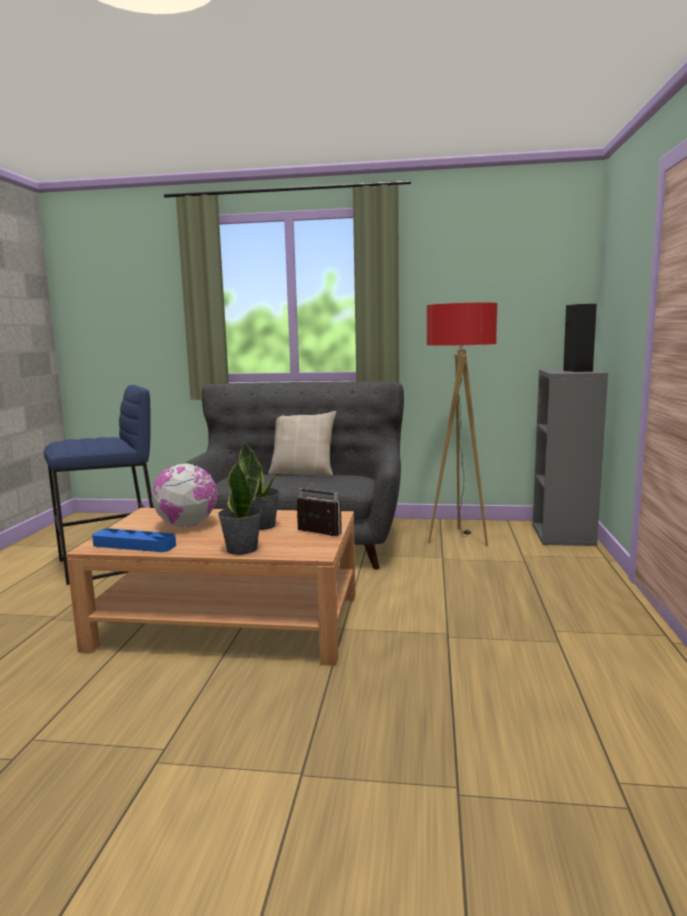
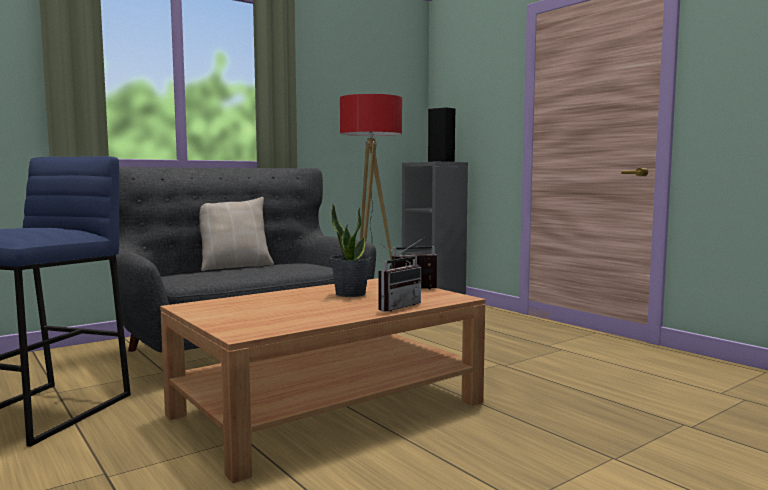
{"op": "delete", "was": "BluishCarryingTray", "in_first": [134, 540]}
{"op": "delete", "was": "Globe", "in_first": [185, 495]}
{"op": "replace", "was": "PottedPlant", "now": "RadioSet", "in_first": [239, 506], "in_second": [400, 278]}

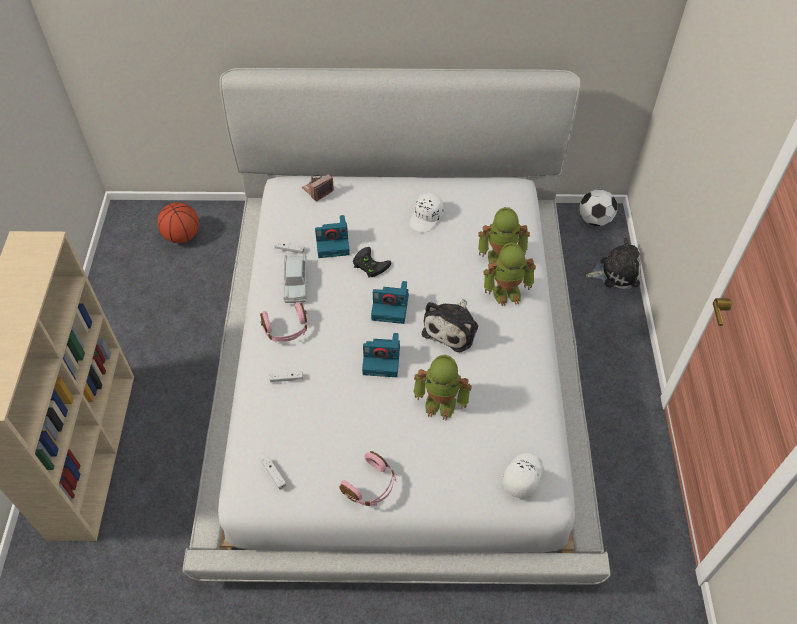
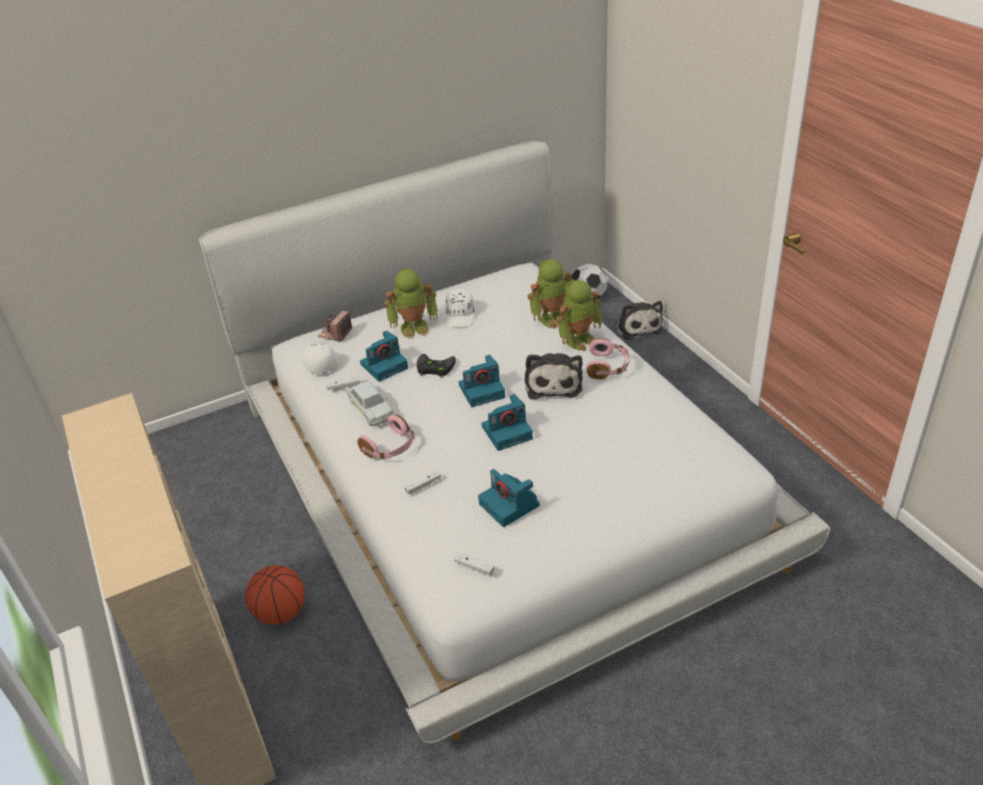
{"op": "move", "was": "BallForBasketball", "in_first": [178, 223], "in_second": [275, 595]}
{"op": "move", "was": "PinkColouredHeadphones", "in_first": [367, 478], "in_second": [608, 358]}
{"op": "move", "was": "ModelRobot", "in_first": [442, 387], "in_second": [411, 304]}
{"op": "move", "was": "WhiteCap", "in_first": [522, 476], "in_second": [321, 358]}
{"op": "rotate", "was": "CuddlyToy", "in_first": [613, 264], "in_second": [639, 320], "clockwise": 105}
{"op": "insert", "now": "PhotoCamera", "in_second": [509, 498]}

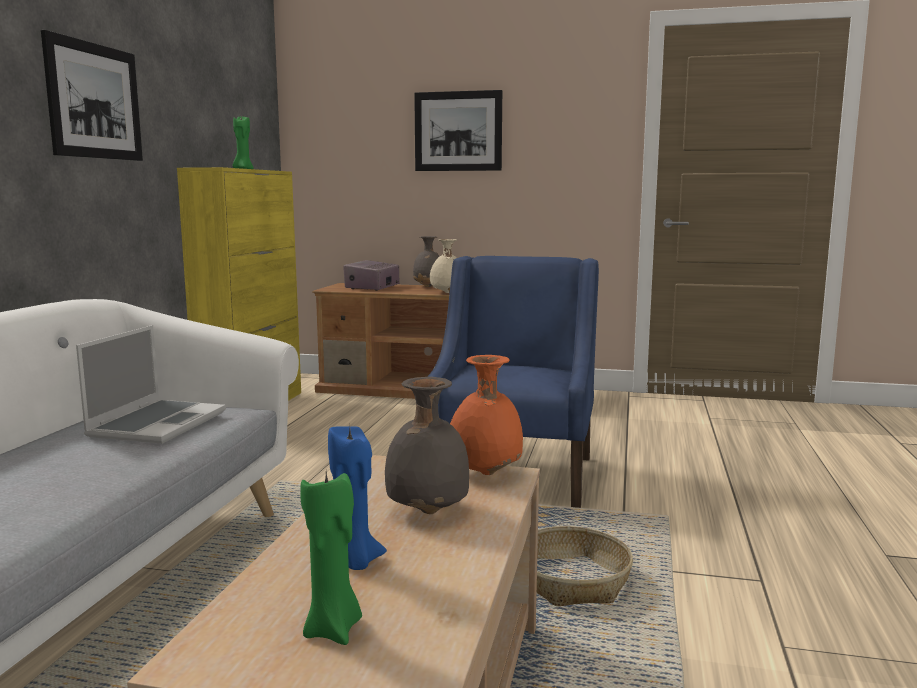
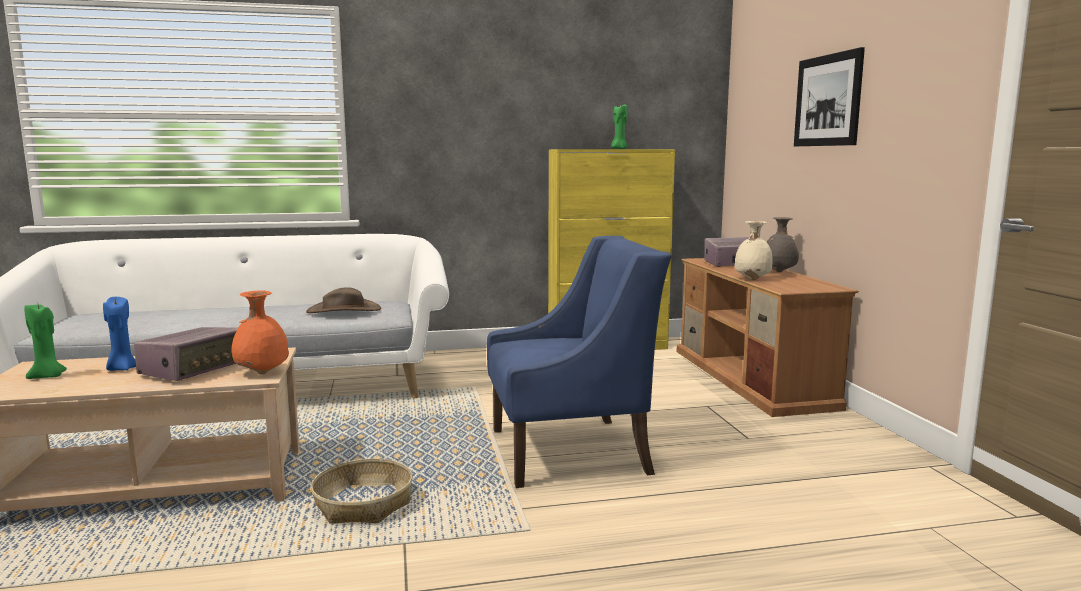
{"op": "delete", "was": "WallPicture", "in_first": [92, 95]}
{"op": "replace", "was": "PortableComputer", "now": "BrownishHat", "in_first": [151, 384], "in_second": [343, 300]}
{"op": "replace", "was": "GrayFlowerVase", "now": "RadioSet", "in_first": [427, 445], "in_second": [186, 354]}

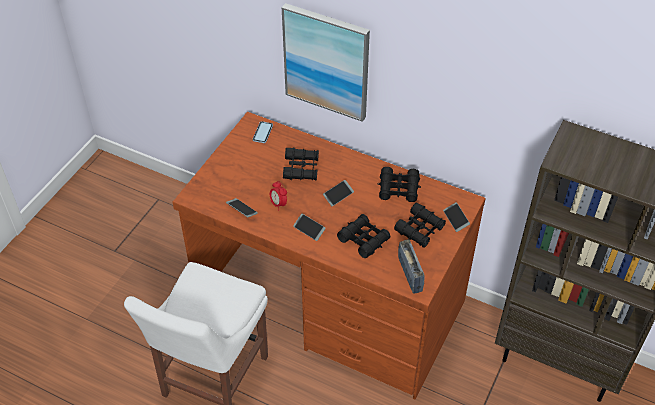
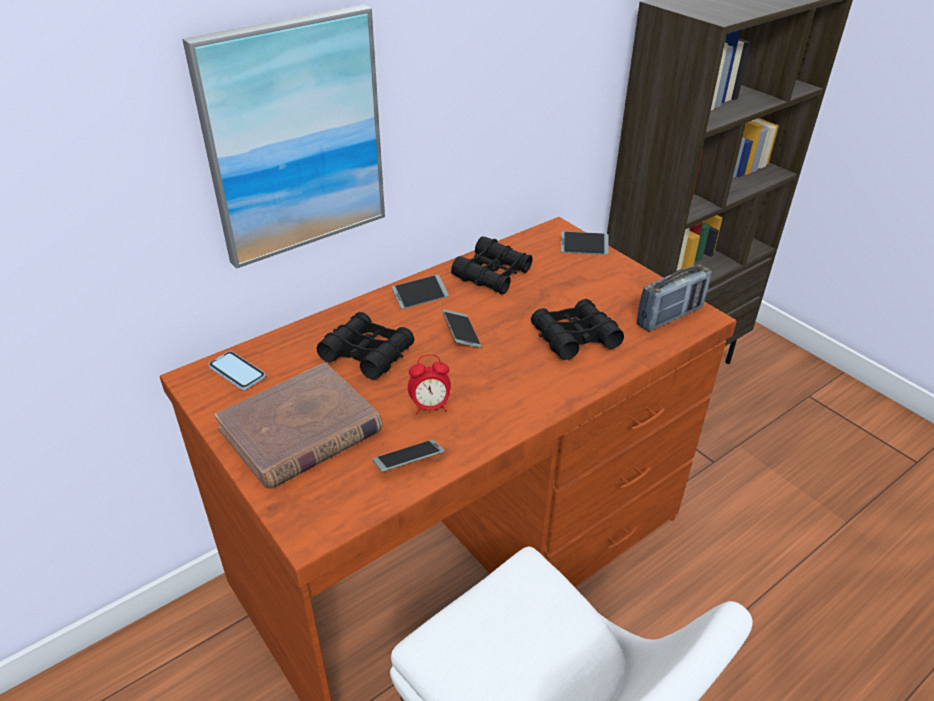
{"op": "move", "was": "Phone", "in_first": [309, 227], "in_second": [420, 292]}
{"op": "delete", "was": "BlackPairOfBinoculars", "in_first": [420, 225]}
{"op": "rotate", "was": "RadioSet", "in_first": [411, 266], "in_second": [674, 297], "clockwise": 135}
{"op": "insert", "now": "BrownishVolume", "in_second": [299, 426]}

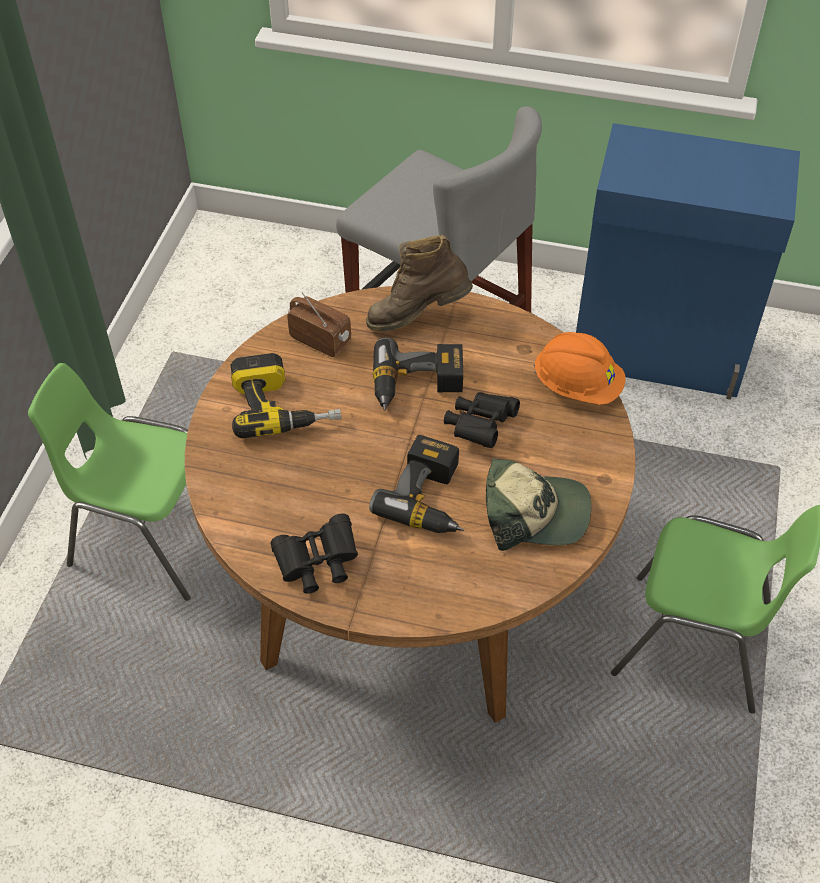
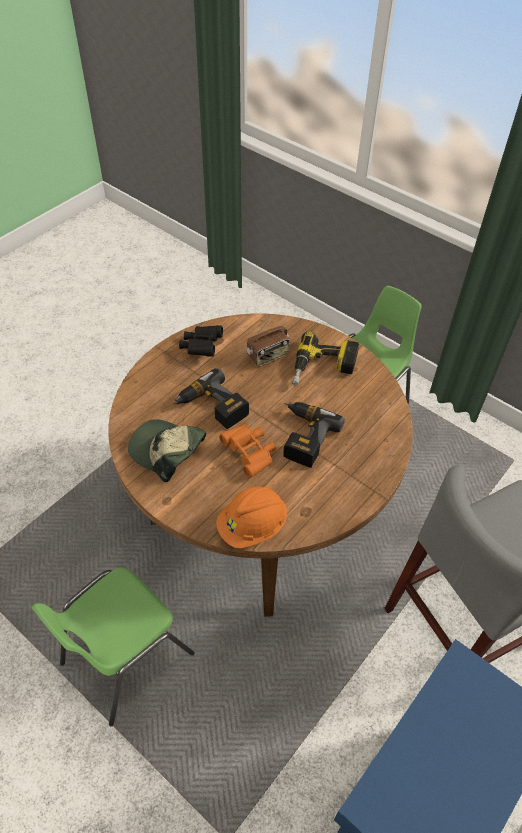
{"op": "move", "was": "RadioSet", "in_first": [319, 324], "in_second": [268, 341]}
{"op": "delete", "was": "BrownishTallBoot", "in_first": [419, 283]}
{"op": "recolor", "was": "BlackPairOfBinoculars", "now": "OrangeyPairOfBinoculars", "in_first": [482, 420], "in_second": [247, 451]}
{"op": "rotate", "was": "Cap", "in_first": [538, 505], "in_second": [167, 450], "clockwise": 90}

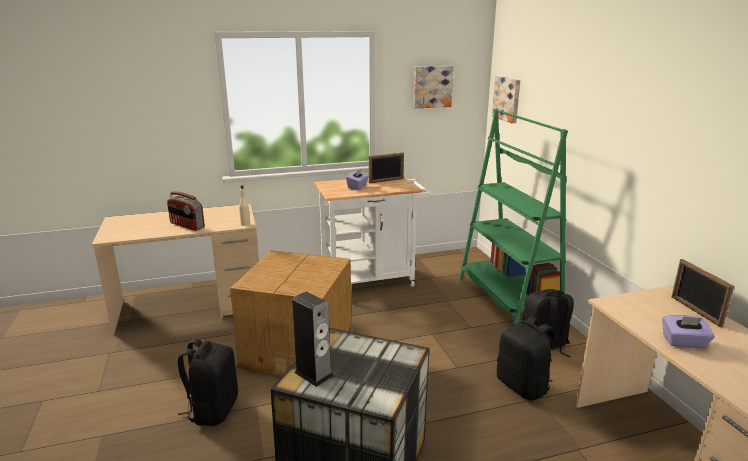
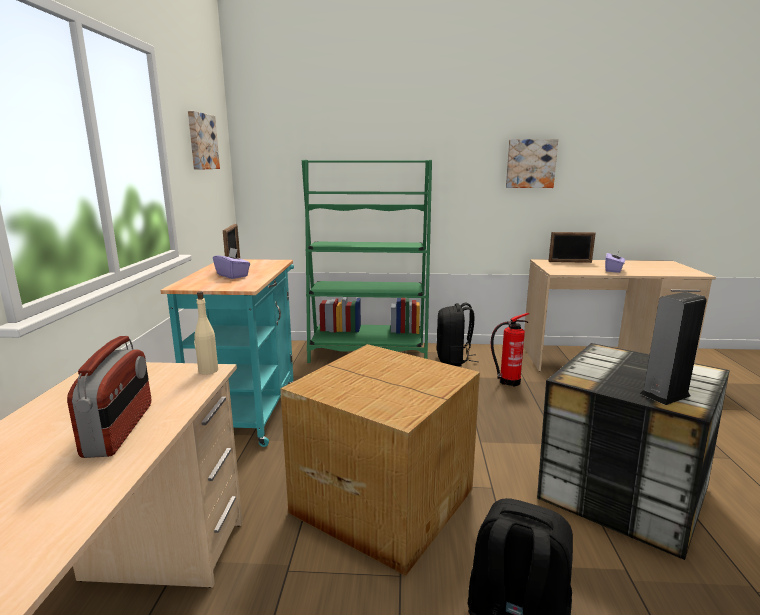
{"op": "rotate", "was": "RadioSet", "in_first": [186, 211], "in_second": [109, 397], "clockwise": -60}
{"op": "recolor", "was": "WhiteWheeledCart", "now": "TurquoiseWheeledCart", "in_first": [374, 231], "in_second": [227, 353]}
{"op": "move", "was": "WallPicture", "in_first": [506, 99], "in_second": [532, 163]}
{"op": "replace", "was": "BlackKnapsack", "now": "FireFightingCylinder", "in_first": [526, 358], "in_second": [510, 350]}

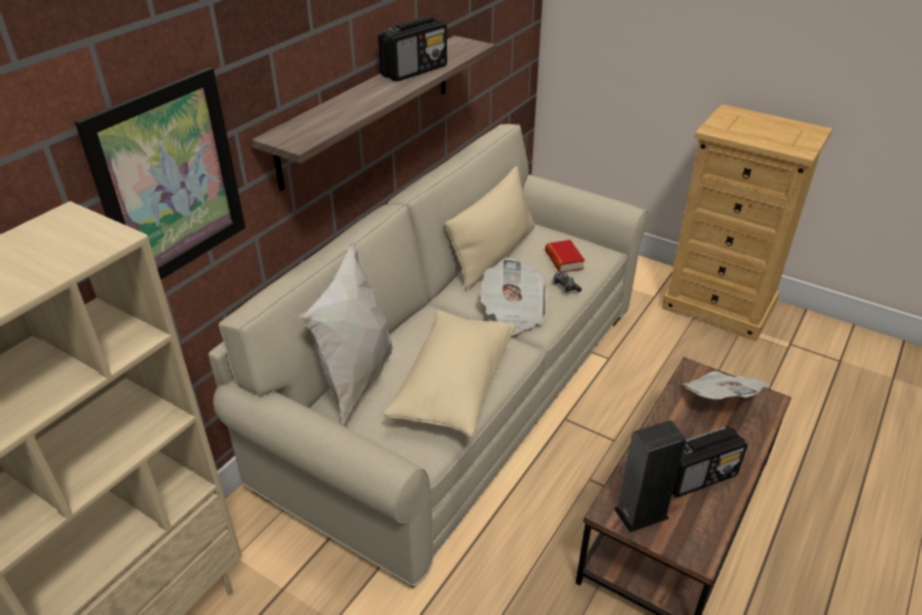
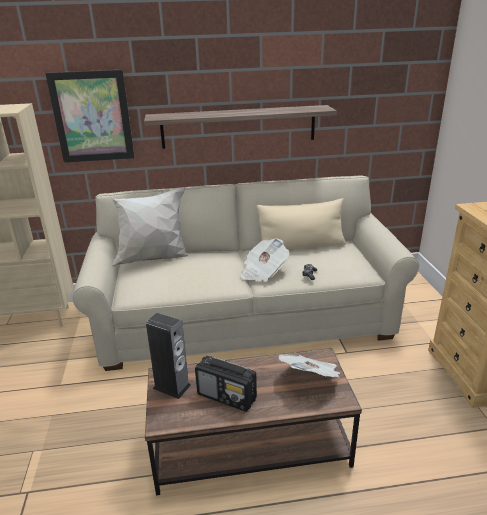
{"op": "delete", "was": "RadioSet", "in_first": [412, 49]}
{"op": "delete", "was": "BeigeCushion", "in_first": [449, 374]}
{"op": "delete", "was": "Volume", "in_first": [565, 256]}

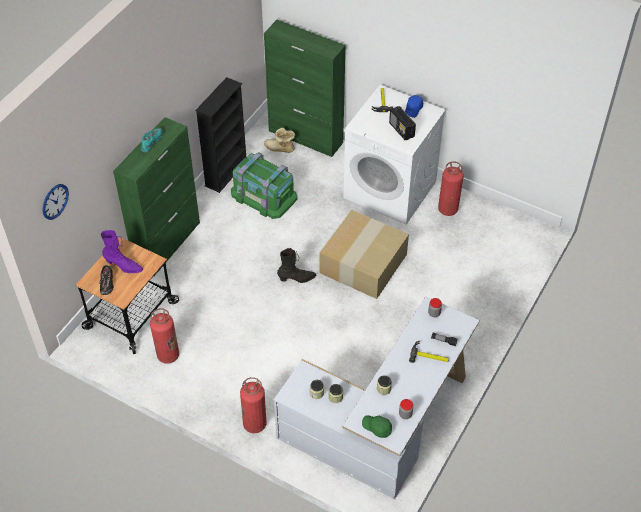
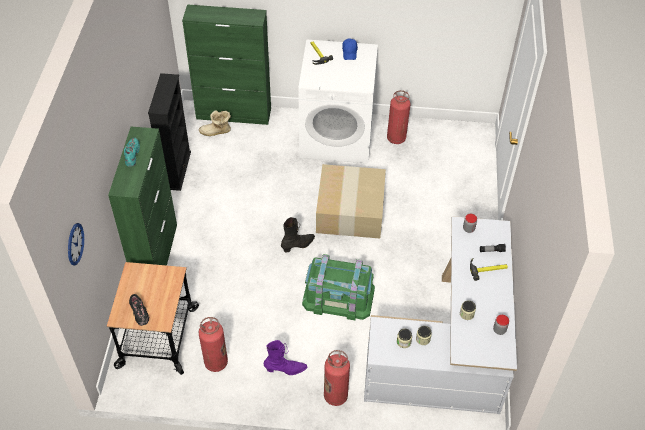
{"op": "move", "was": "PurplishTallBoot", "in_first": [122, 251], "in_second": [285, 357]}
{"op": "move", "was": "GreenColouredStorageContainer", "in_first": [264, 185], "in_second": [338, 287]}
{"op": "delete", "was": "GreenColouredCap", "in_first": [377, 426]}
{"op": "delete", "was": "RadioSet", "in_first": [402, 123]}

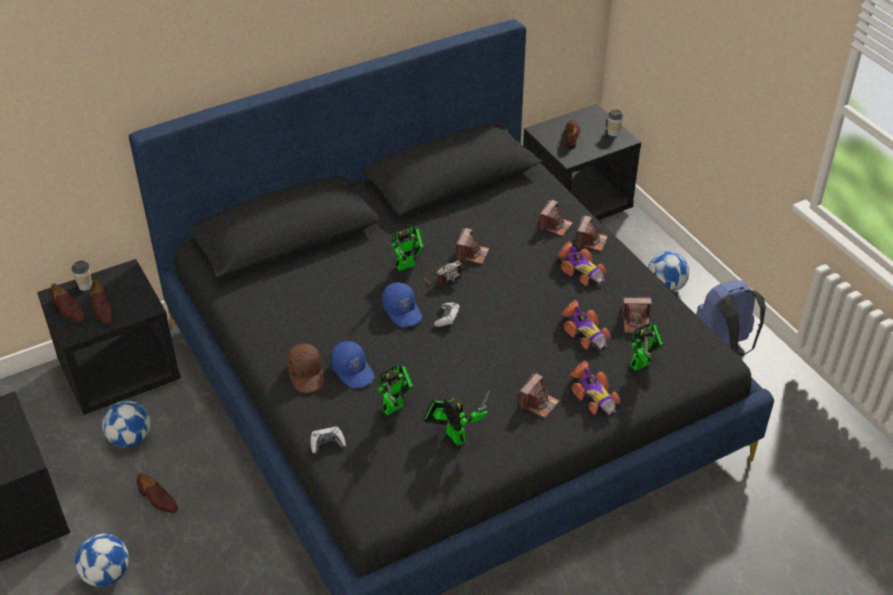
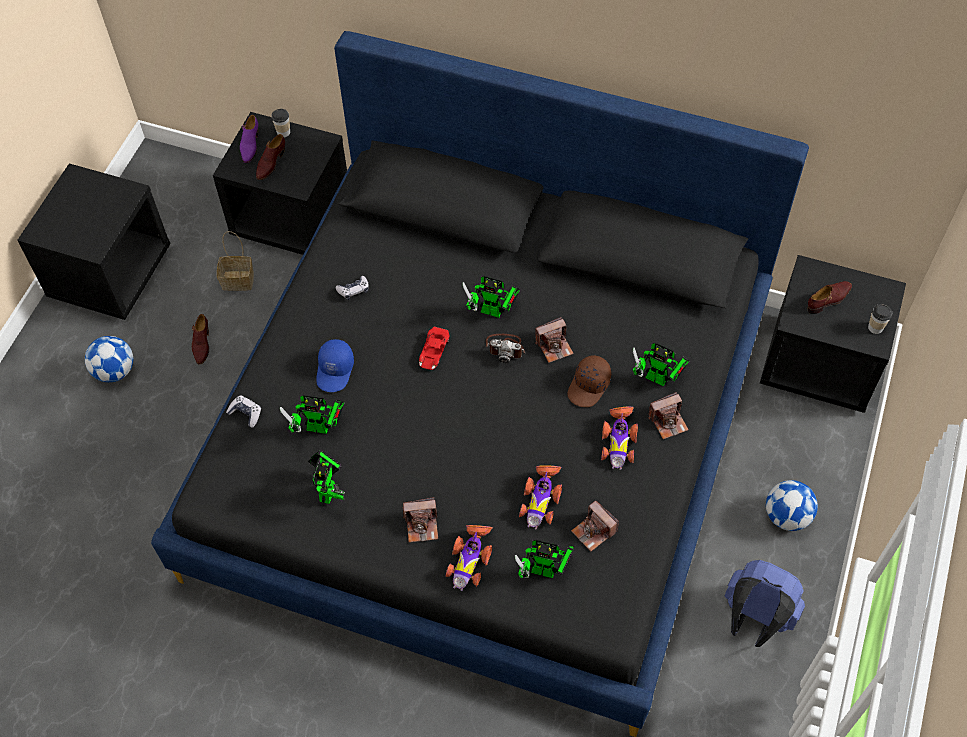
{"op": "recolor", "was": "BrownishLowShoe", "now": "PurplishLowShoe", "in_first": [67, 302], "in_second": [249, 139]}
{"op": "replace", "was": "FootballBall", "now": "Basket", "in_first": [126, 424], "in_second": [235, 261]}
{"op": "move", "was": "BrownishCap", "in_first": [306, 367], "in_second": [589, 381]}
{"op": "replace", "was": "BluishCap", "now": "RedColouredMiniatureCar", "in_first": [402, 304], "in_second": [434, 348]}
{"op": "move", "was": "Gamepad", "in_first": [447, 315], "in_second": [352, 288]}
{"op": "replace", "was": "PhotoCamera", "now": "ModelRobot", "in_first": [556, 217], "in_second": [661, 364]}

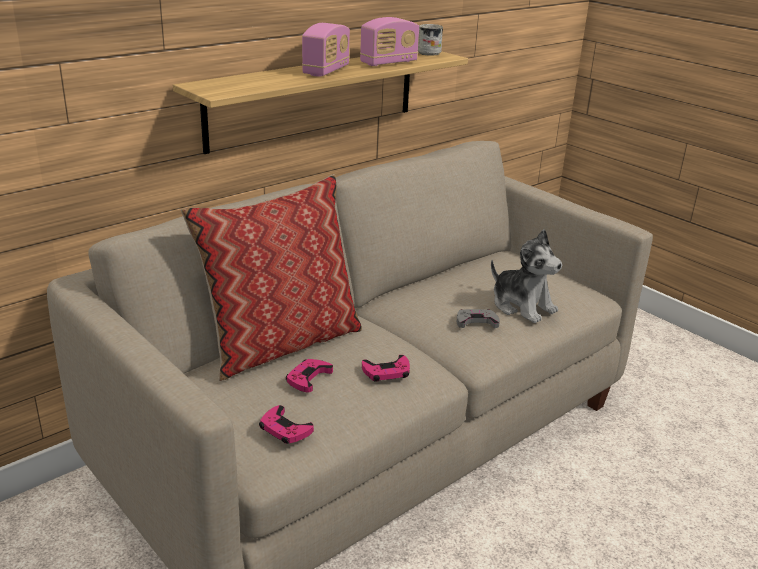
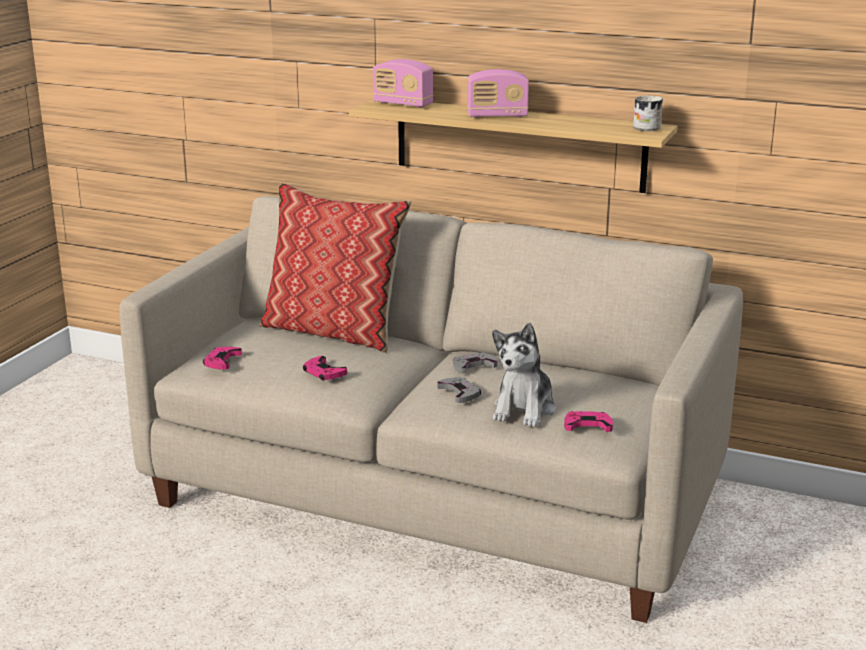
{"op": "move", "was": "PinkColouredGamepad", "in_first": [309, 376], "in_second": [588, 421]}
{"op": "move", "was": "RadioSet", "in_first": [389, 41], "in_second": [403, 83]}
{"op": "insert", "now": "GrayGamepad", "in_second": [475, 363]}

